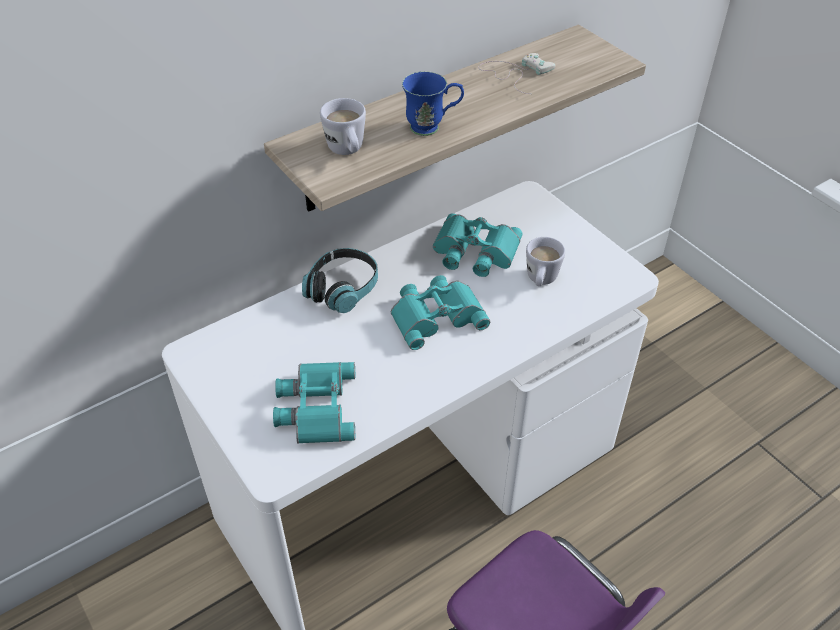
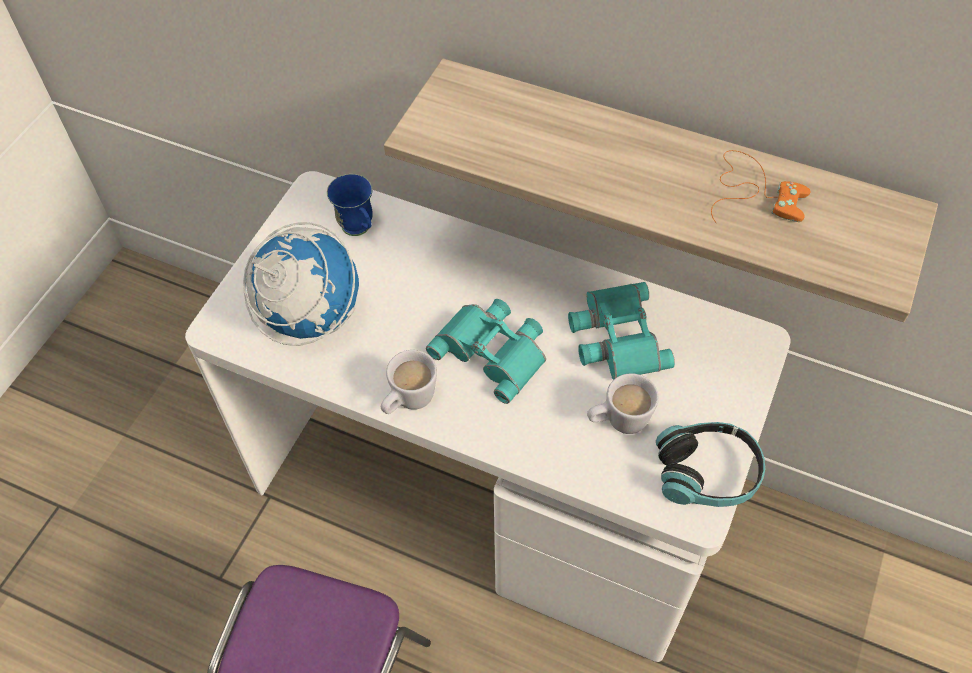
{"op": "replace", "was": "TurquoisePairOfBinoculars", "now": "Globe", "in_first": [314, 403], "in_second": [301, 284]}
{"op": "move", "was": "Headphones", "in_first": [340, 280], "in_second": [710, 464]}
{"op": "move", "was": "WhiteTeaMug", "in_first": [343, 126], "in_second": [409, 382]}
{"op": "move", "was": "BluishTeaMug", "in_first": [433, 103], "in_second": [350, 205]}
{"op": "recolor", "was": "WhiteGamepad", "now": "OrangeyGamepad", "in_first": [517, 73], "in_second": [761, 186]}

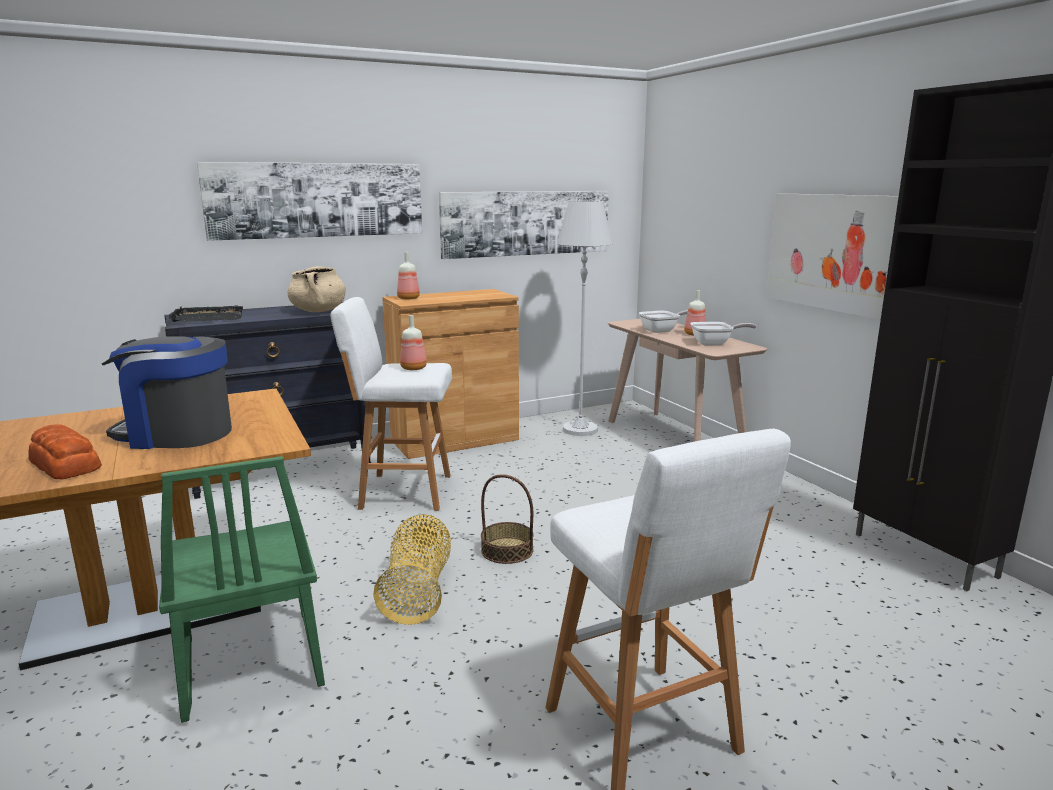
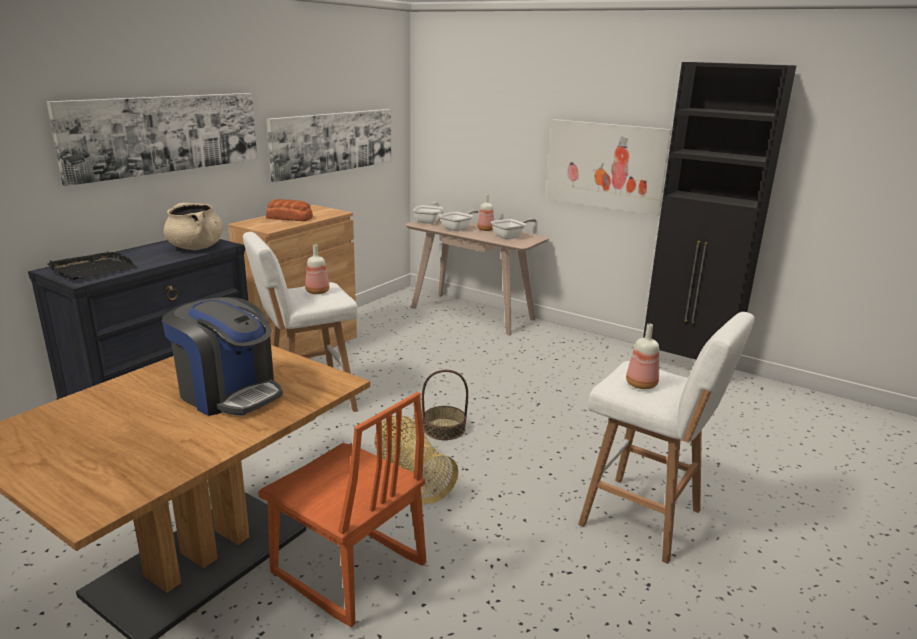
{"op": "move", "was": "Bread", "in_first": [65, 451], "in_second": [289, 210]}
{"op": "rotate", "was": "CoffeeMaker", "in_first": [167, 392], "in_second": [222, 356], "clockwise": -120}
{"op": "recolor", "was": "GreenColouredChair", "now": "OrangeyChair", "in_first": [242, 589], "in_second": [342, 509]}
{"op": "move", "was": "DrinkBottle", "in_first": [408, 276], "in_second": [642, 356]}
{"op": "delete", "was": "WhiteFloorLamp", "in_first": [585, 318]}
{"op": "insert", "now": "FryingPan", "in_second": [428, 213]}

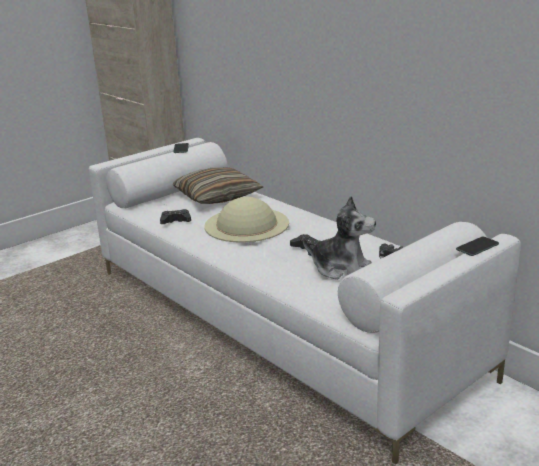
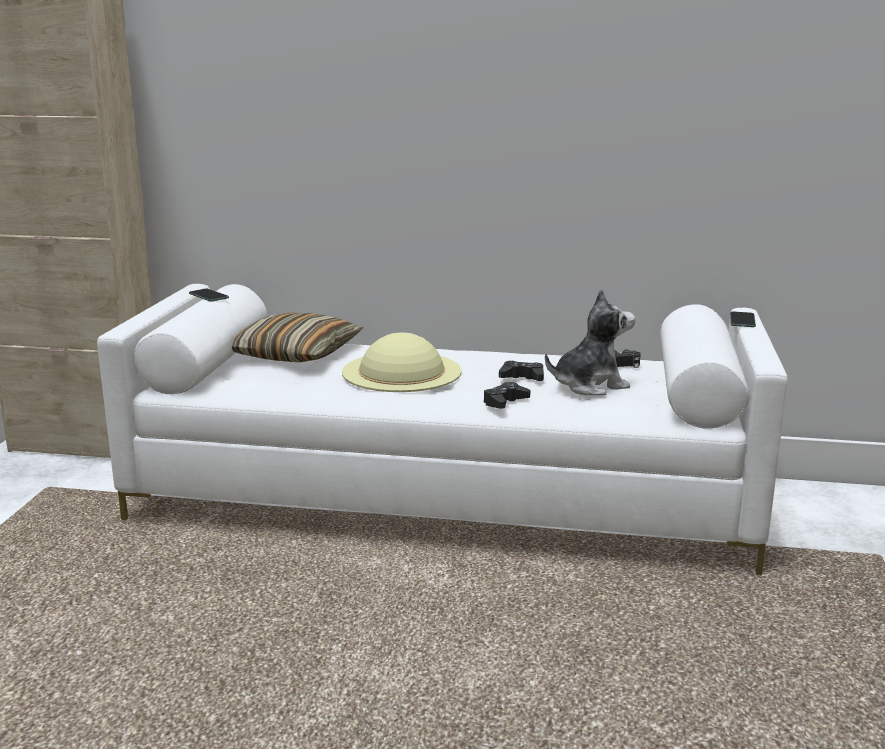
{"op": "move", "was": "BlackGamepad", "in_first": [175, 216], "in_second": [506, 395]}

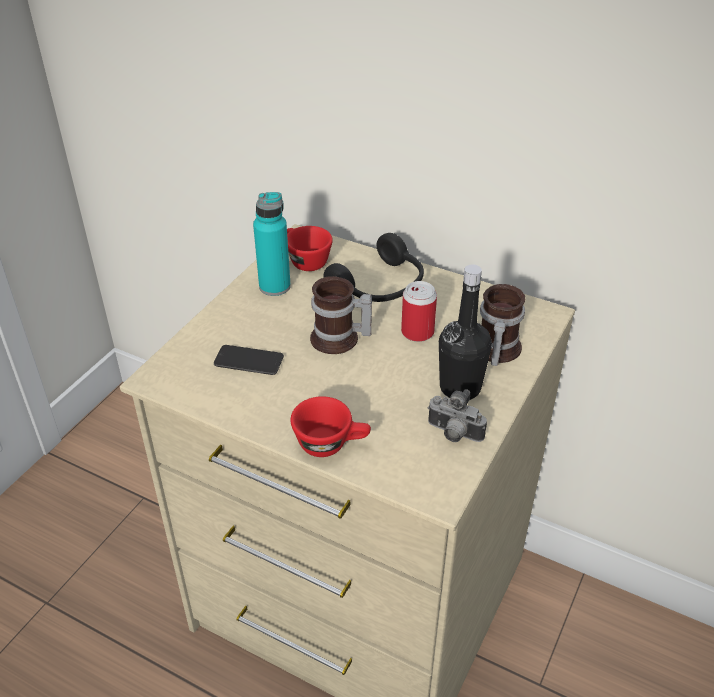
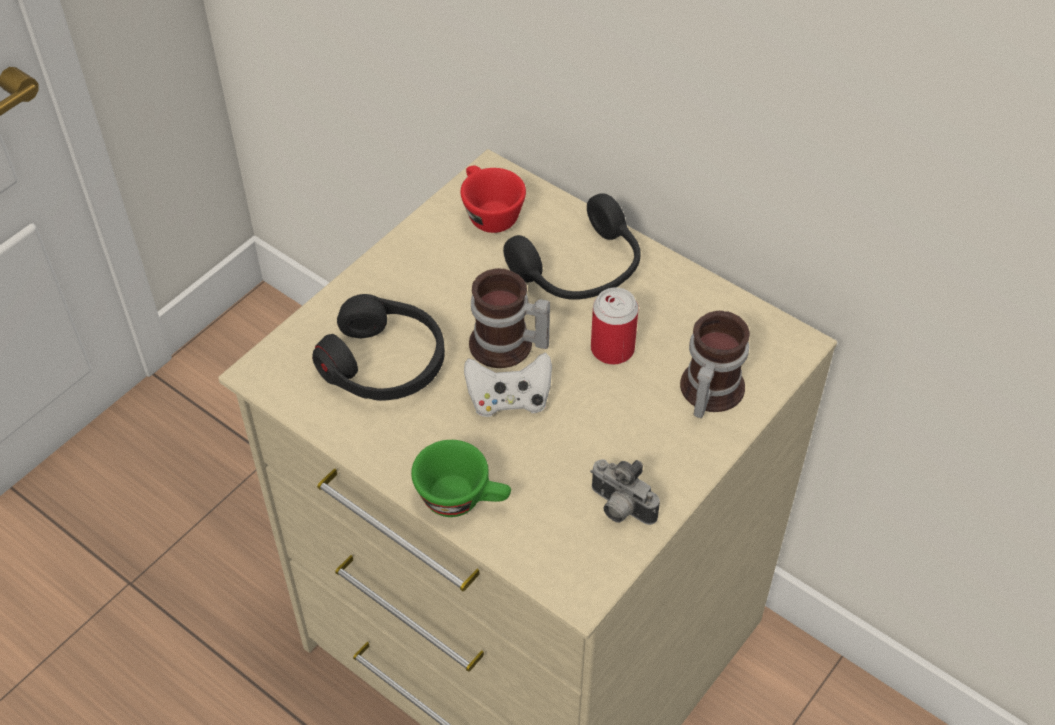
{"op": "replace", "was": "Phone", "now": "BlackHeadphones", "in_first": [249, 360], "in_second": [378, 347]}
{"op": "delete", "was": "TurquoiseDrinkBottle", "in_first": [272, 244]}
{"op": "recolor", "was": "RedColouredSmallCup", "now": "GreenColouredSmallCup", "in_first": [331, 426], "in_second": [461, 478]}
{"op": "delete", "was": "BlackDrinkBottle", "in_first": [465, 332]}
{"op": "insert", "now": "WhiteGamepad", "in_second": [508, 384]}

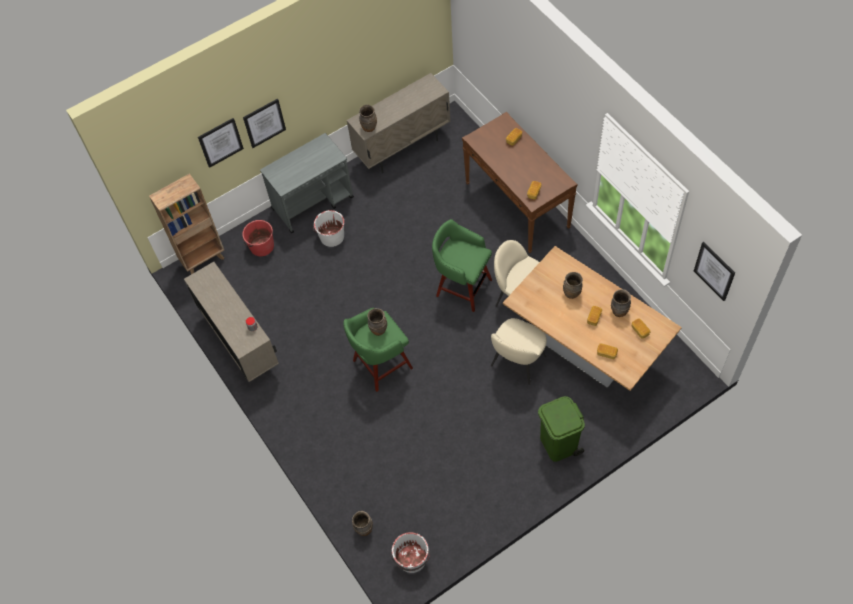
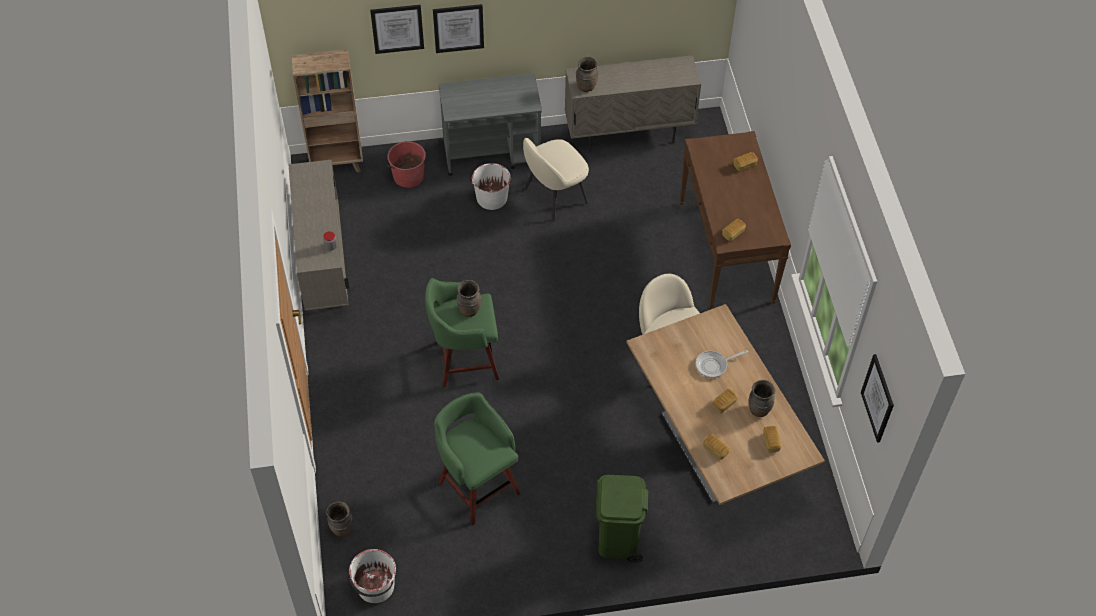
{"op": "move", "was": "GreenColouredStool", "in_first": [462, 265], "in_second": [477, 458]}
{"op": "move", "was": "BeigeChair", "in_first": [519, 351], "in_second": [556, 180]}
{"op": "replace", "was": "BrownishFlowerVase", "now": "FryingPan", "in_first": [573, 285], "in_second": [722, 364]}

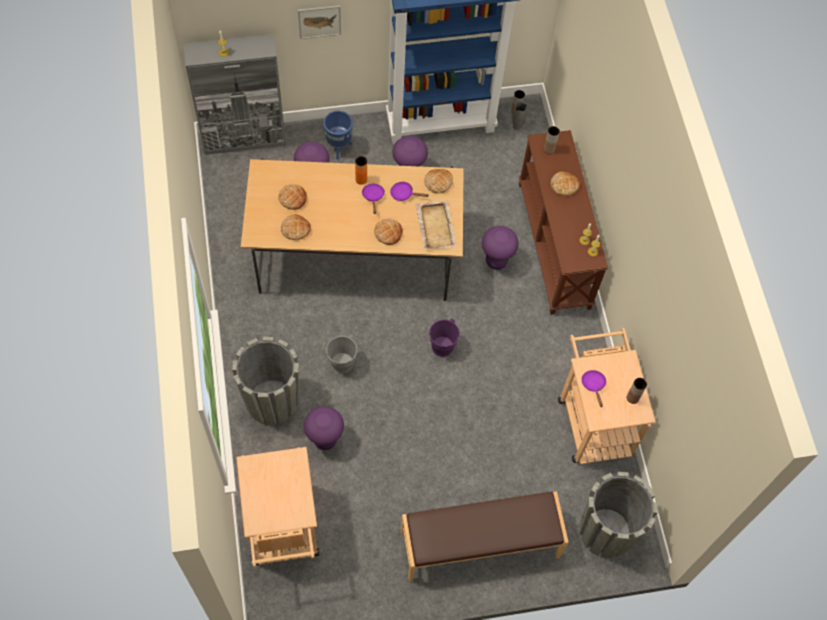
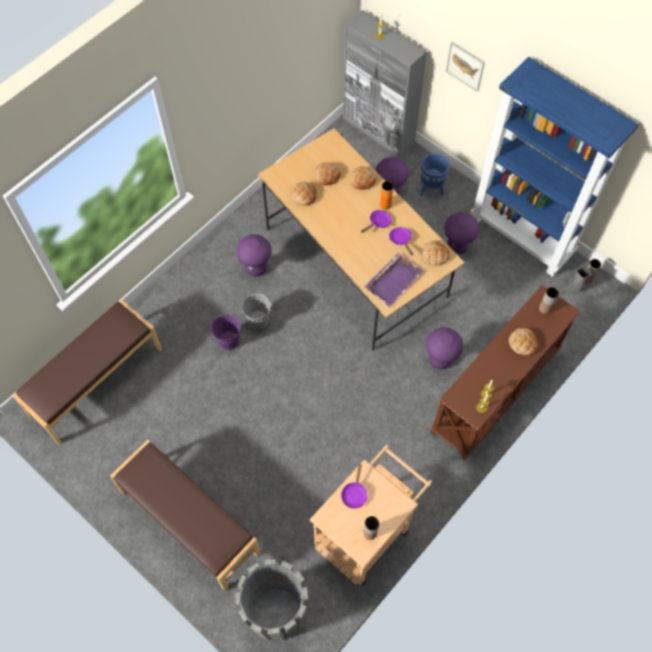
{"op": "delete", "was": "GrayFlowerPot", "in_first": [265, 381]}
{"op": "replace", "was": "BeigeWheeledCart", "now": "BrownishIndoorBench", "in_first": [277, 507], "in_second": [87, 372]}
{"op": "move", "was": "PurplishStool", "in_first": [324, 428], "in_second": [254, 255]}
{"op": "move", "was": "Bread", "in_first": [388, 232], "in_second": [363, 178]}
{"op": "recolor", "was": "BeigeCarryingTray", "now": "PurplishCarryingTray", "in_first": [436, 225], "in_second": [394, 280]}
{"op": "move", "was": "PurplishPail", "in_first": [442, 338], "in_second": [226, 332]}
{"op": "rotate", "was": "PurplishFryingPan", "in_first": [594, 388], "in_second": [354, 486], "clockwise": 150}

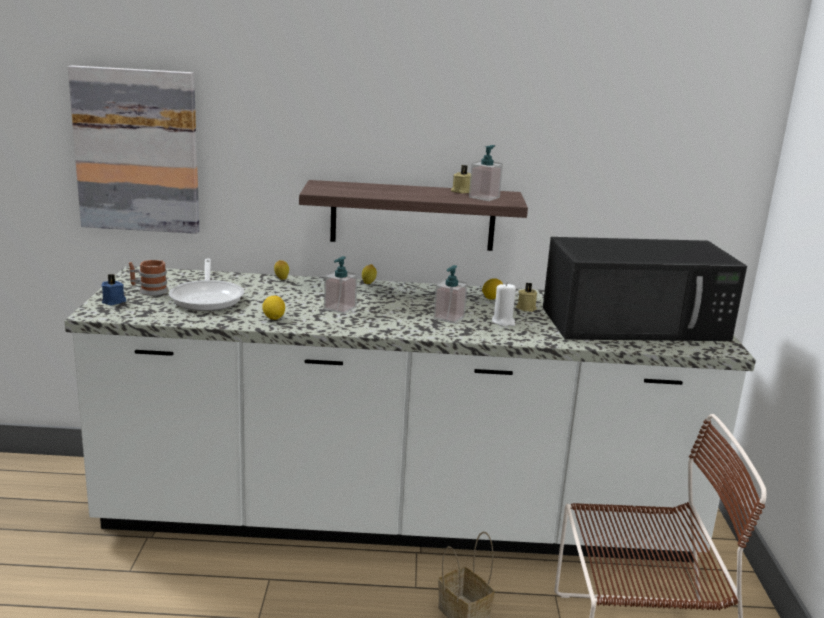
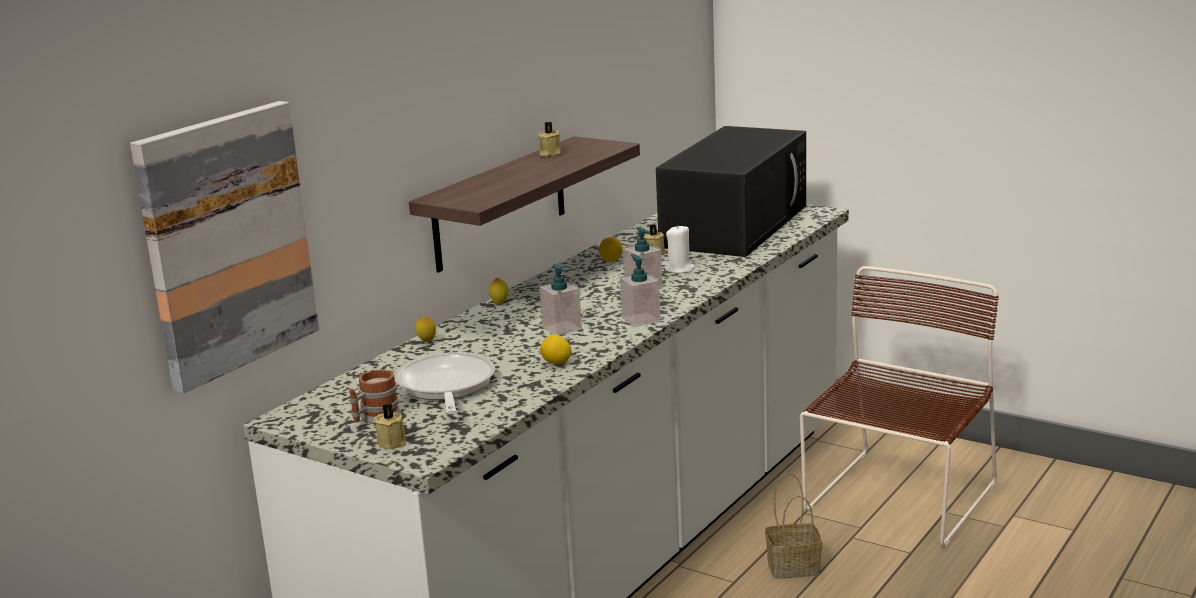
{"op": "recolor", "was": "BluishCandle", "now": "BeigeCandle", "in_first": [114, 290], "in_second": [390, 426]}
{"op": "rotate", "was": "FryingPan", "in_first": [206, 285], "in_second": [445, 383], "clockwise": -120}
{"op": "move", "was": "SoapBottle", "in_first": [486, 173], "in_second": [640, 290]}

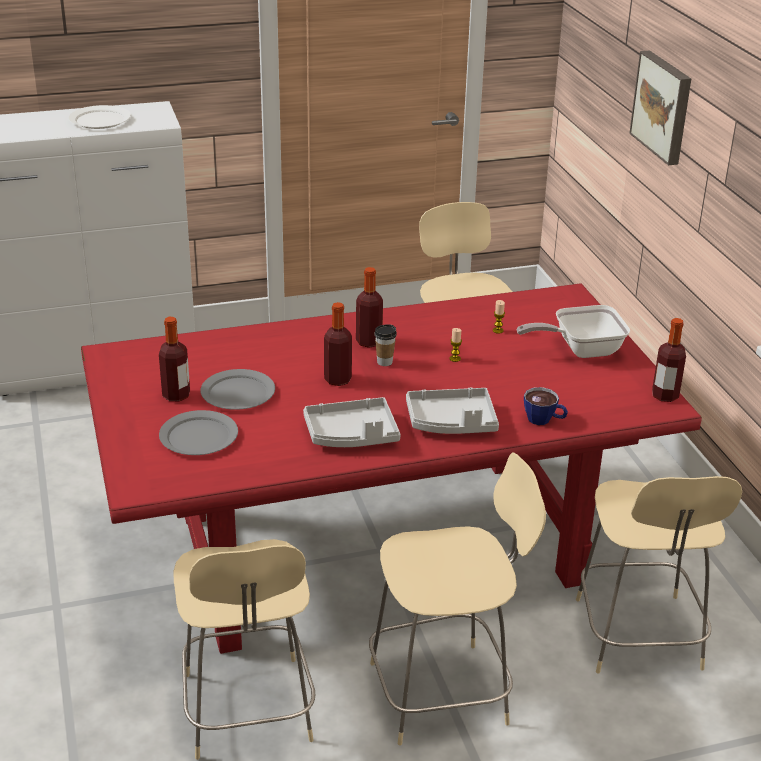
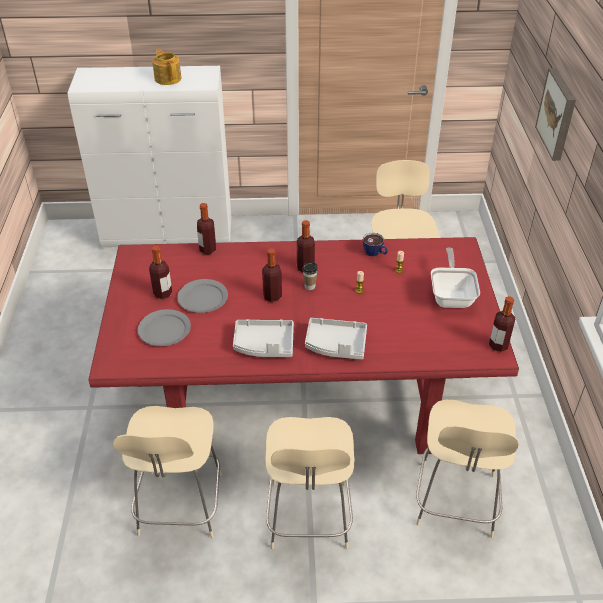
{"op": "replace", "was": "WhitePlate", "now": "TeaPot", "in_first": [100, 117], "in_second": [166, 67]}
{"op": "rotate", "was": "BeigeChair", "in_first": [457, 598], "in_second": [309, 483], "clockwise": 90}
{"op": "rotate", "was": "FryingPan", "in_first": [573, 331], "in_second": [455, 277], "clockwise": 90}
{"op": "move", "was": "SmallCup", "in_first": [546, 406], "in_second": [375, 245]}
{"op": "insert", "now": "DrinkBottle", "in_second": [206, 229]}

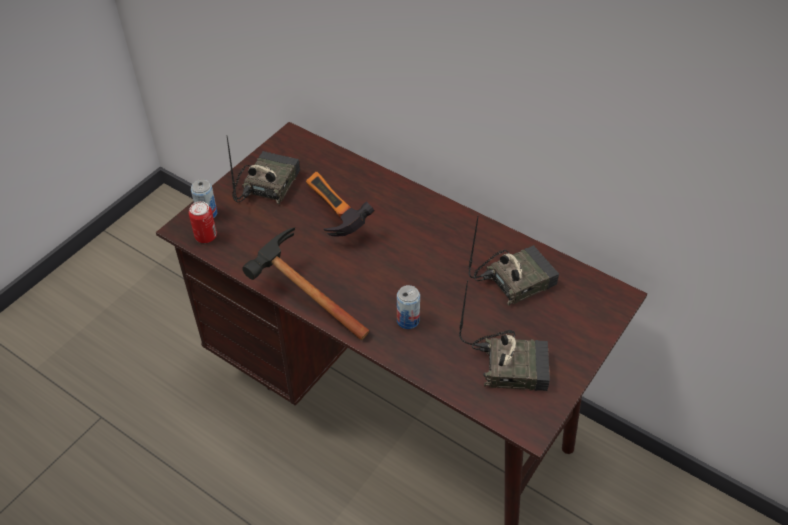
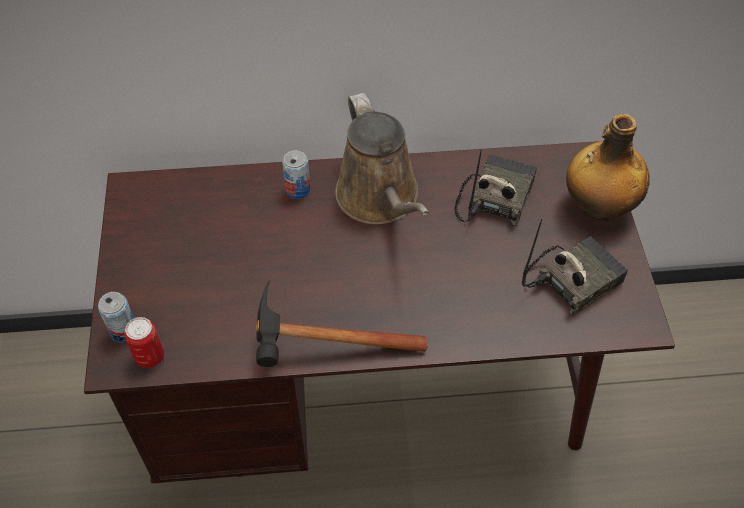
{"op": "delete", "was": "RadioSet", "in_first": [263, 169]}
{"op": "delete", "was": "ToolHammer", "in_first": [340, 204]}
{"op": "move", "was": "Can", "in_first": [408, 307], "in_second": [296, 174]}
{"op": "insert", "now": "BrownishSprinklingCan", "in_second": [382, 159]}
{"op": "insert", "now": "DrinkBottle", "in_second": [608, 167]}

